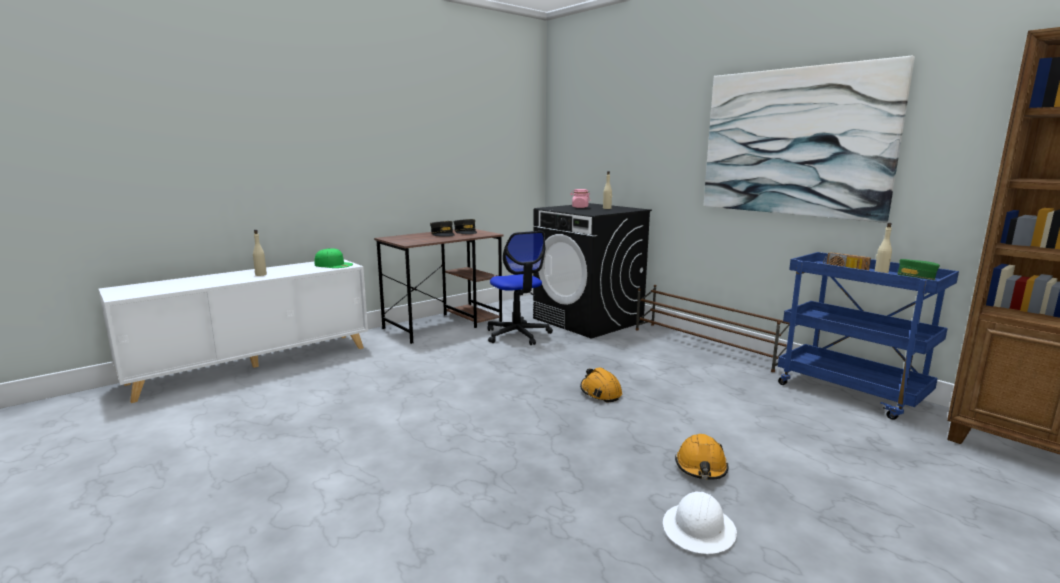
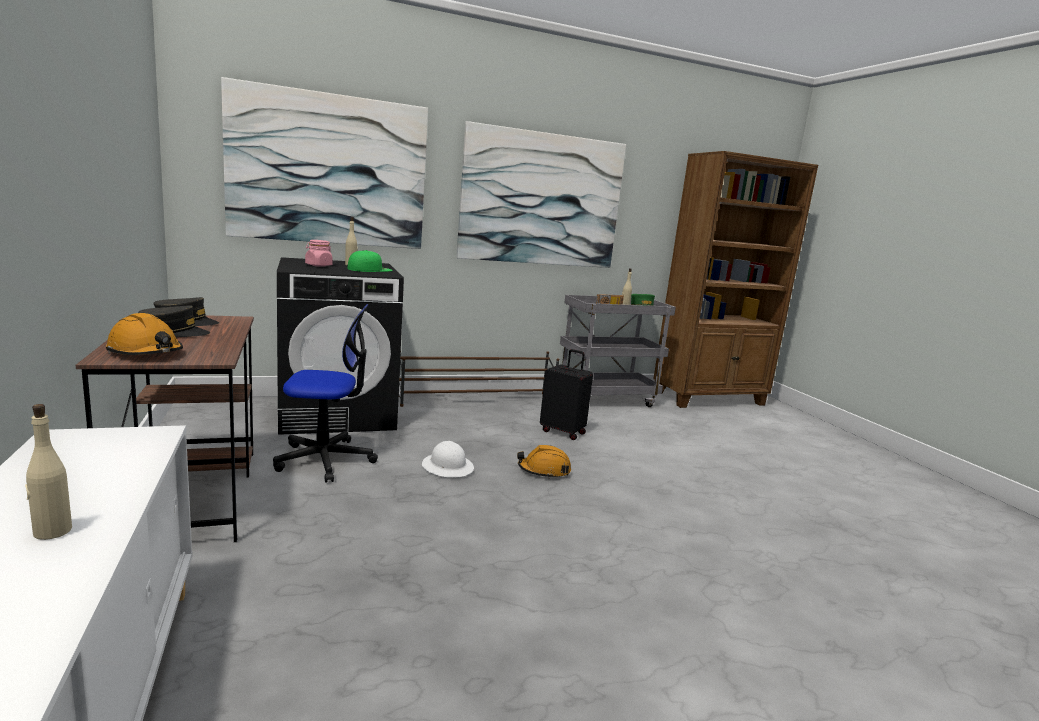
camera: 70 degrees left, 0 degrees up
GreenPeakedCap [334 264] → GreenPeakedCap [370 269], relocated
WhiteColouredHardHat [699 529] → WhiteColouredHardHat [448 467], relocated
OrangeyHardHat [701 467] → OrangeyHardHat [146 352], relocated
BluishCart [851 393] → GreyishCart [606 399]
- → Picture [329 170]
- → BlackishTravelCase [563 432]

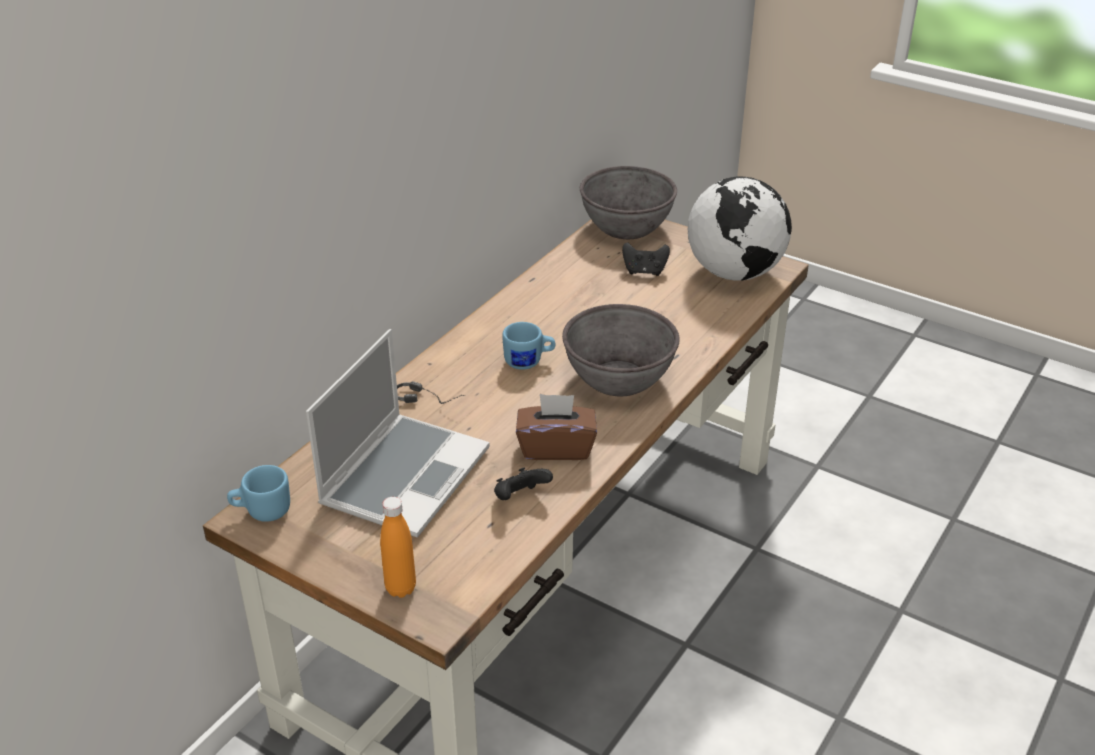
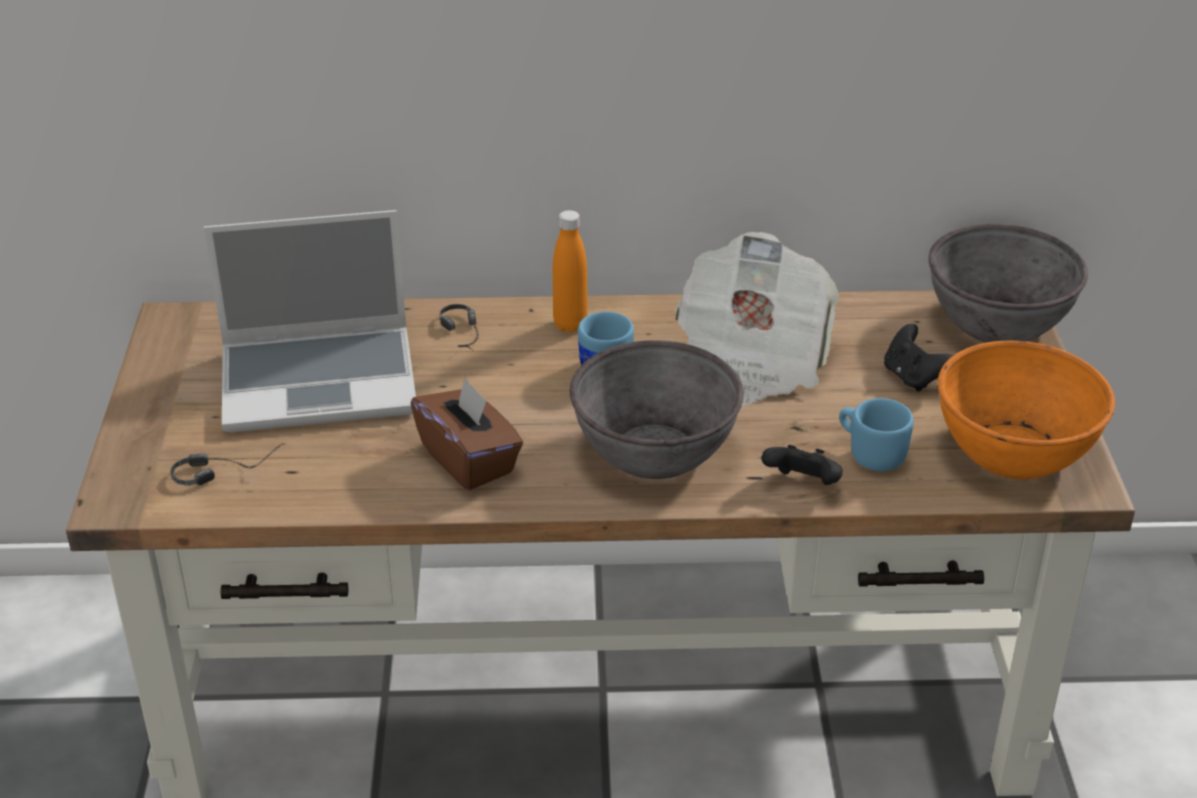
camera: 55 degrees right, 0 degrees up
BluishMug [262 511] → BluishMug [870 454], relocated
OrangeyBeverageBottle [400 588] → OrangeyBeverageBottle [570 325], relocated
BlackishGameController [520 498] → BlackishGameController [803 485], relocated
Globe [734 272] → OrangeyBowl [1014 451]
- → Headphones [229 468]
- → PrintedPaper [753 358]

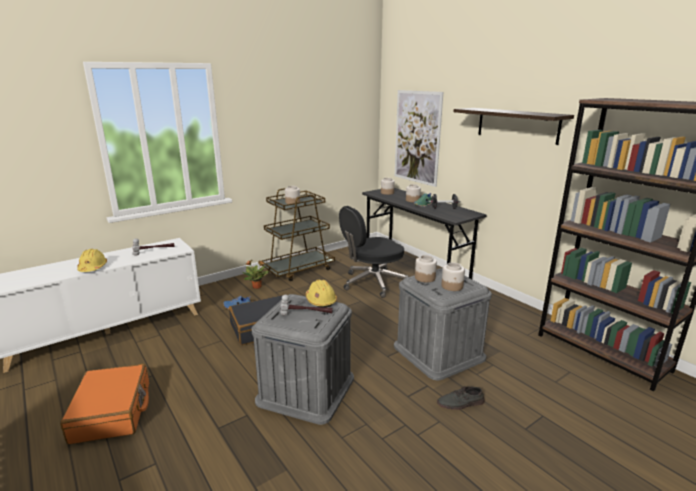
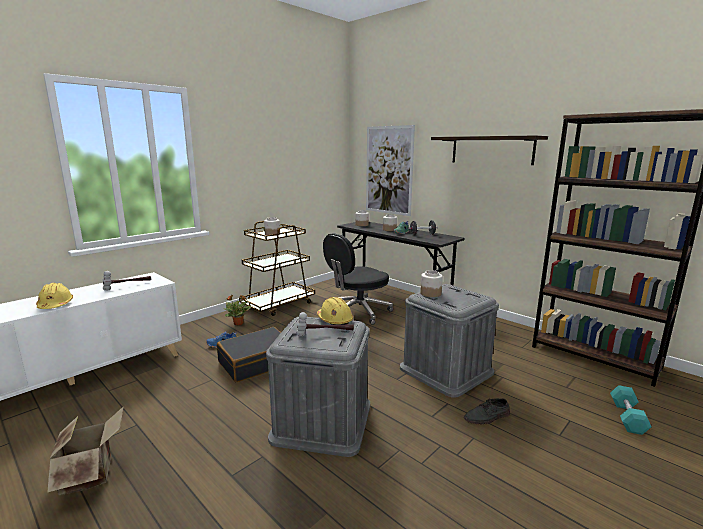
camera: 10 degrees left, 5 degrees down
OrangeyTravelCase [112 412] → CardboardBox [92 473]
Jar [452 286] → -
- → BlueGreenHandWeight [627 417]

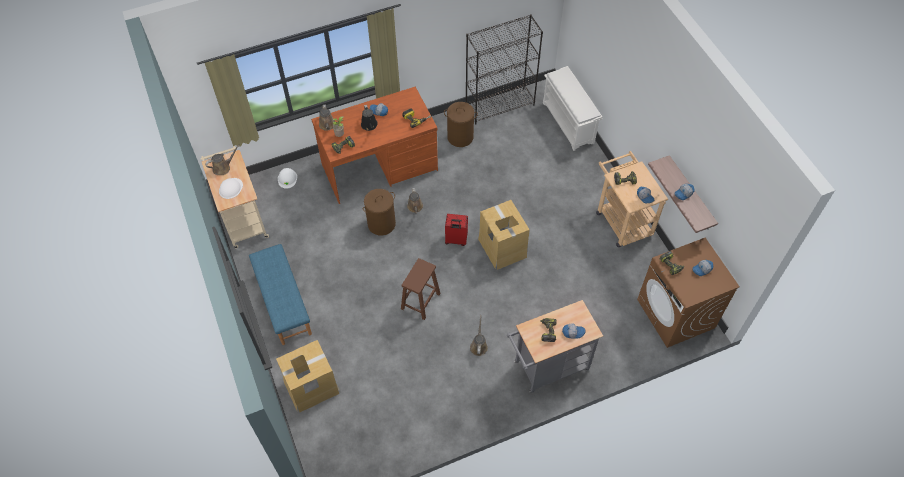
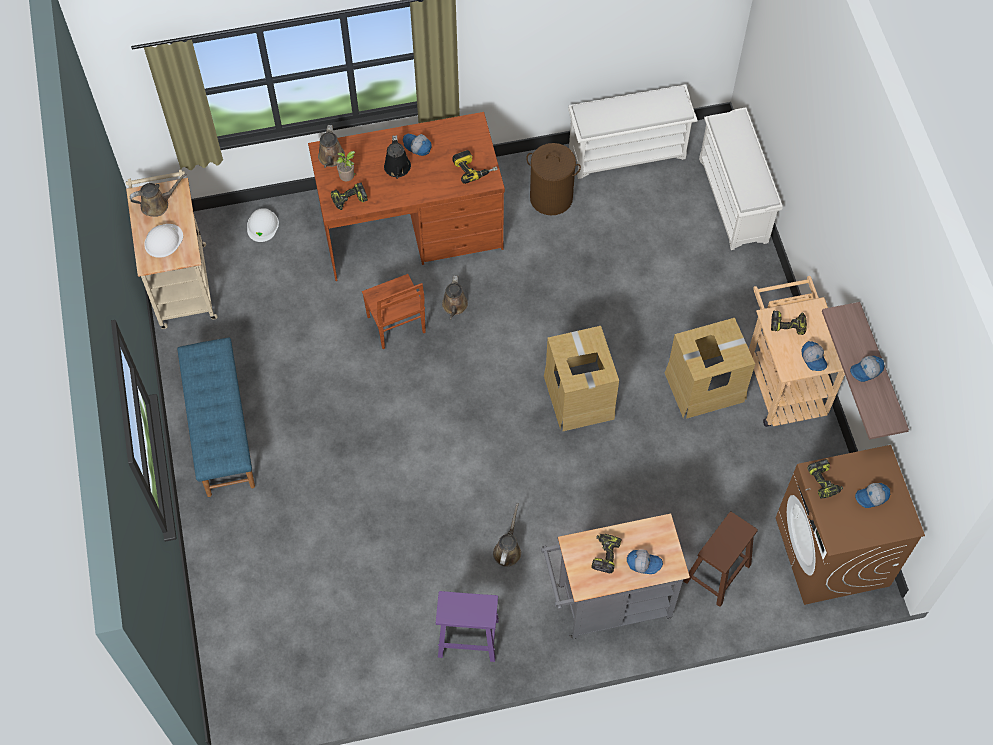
camera: 10 degrees right, 5 degrees up
CardboardBox [311 386] → CardboardBox [704 386], relocated
BrownColouredHamper [381 224] → BrownColouredChair [395 326]
BrownColouredStoolSeat [420 301] → BrownColouredStoolSeat [716 574], relocated
ReddishTravelCase [456 240] → -
BlackishBookcase [500 105] → WhiteColouredShoeStand [628 152]
- → PurpleStoolSeat [467 638]

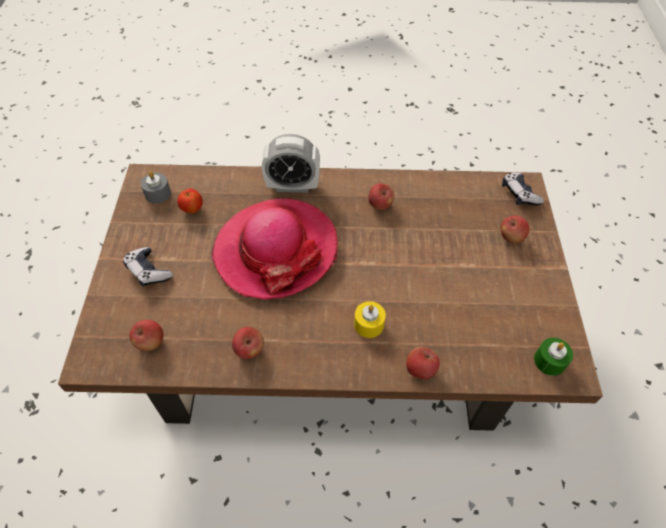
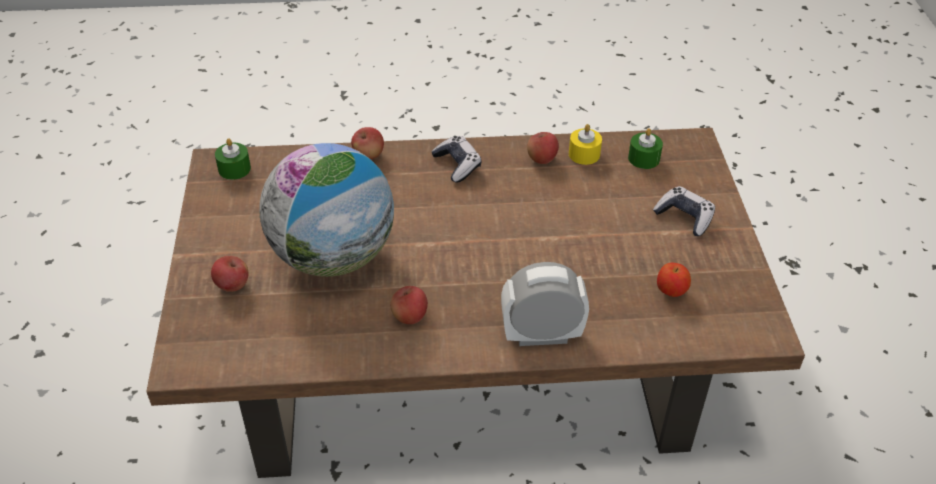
camera: 175 degrees right, 10 degrees down
WholeApple [150 342] → GreenCandle [643 158]
GreyishCandle [158 193] → -
ClothingHat [276 250] → -
YellowCandle [368 324] → YellowCandle [584 154], relocated
GameController [519 194] → GameController [457 165], relocated
- → Globe [333 257]

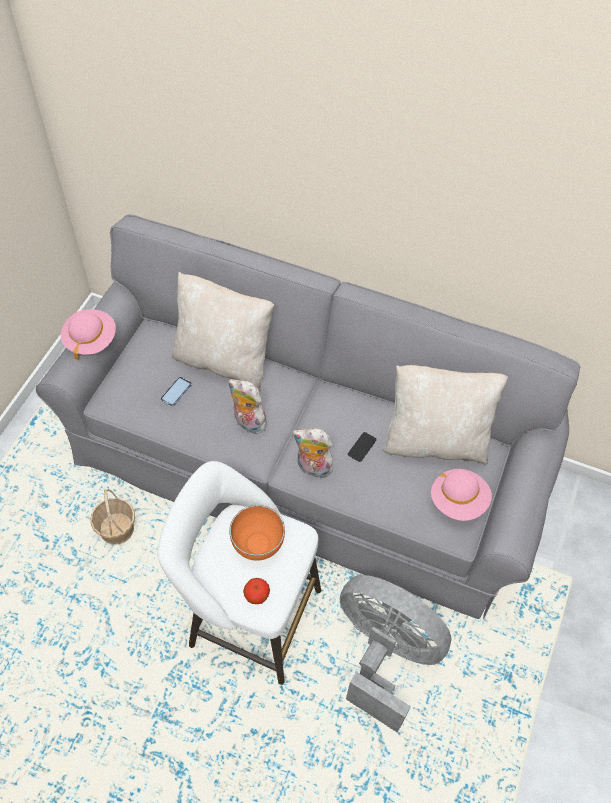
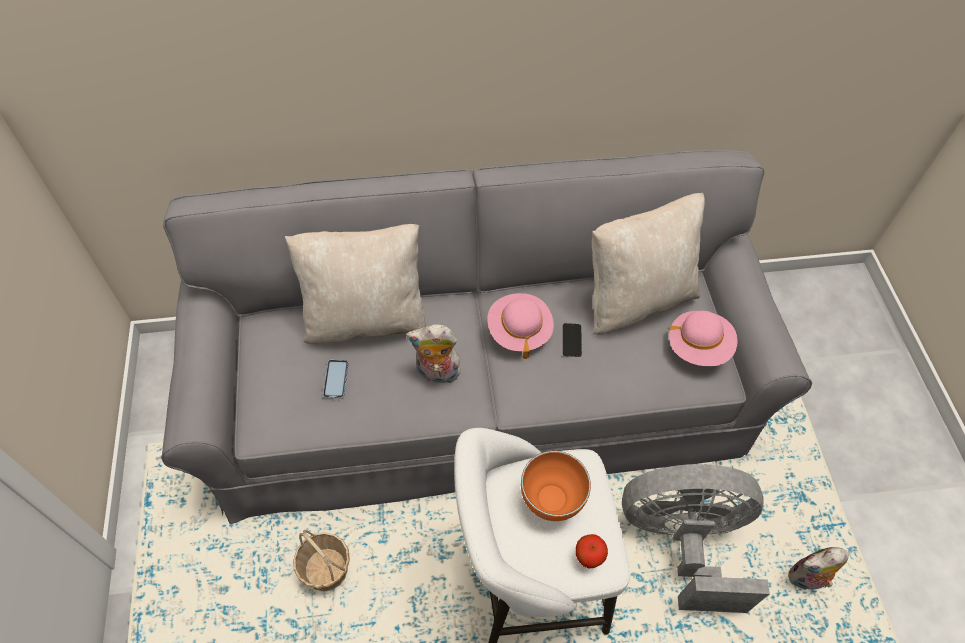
camera: 30 degrees left, 0 degrees up
PinkClothingHat [90 340] → PinkClothingHat [519 331], relocated
SoftToy [312 468] → SoftToy [806 579], relocated

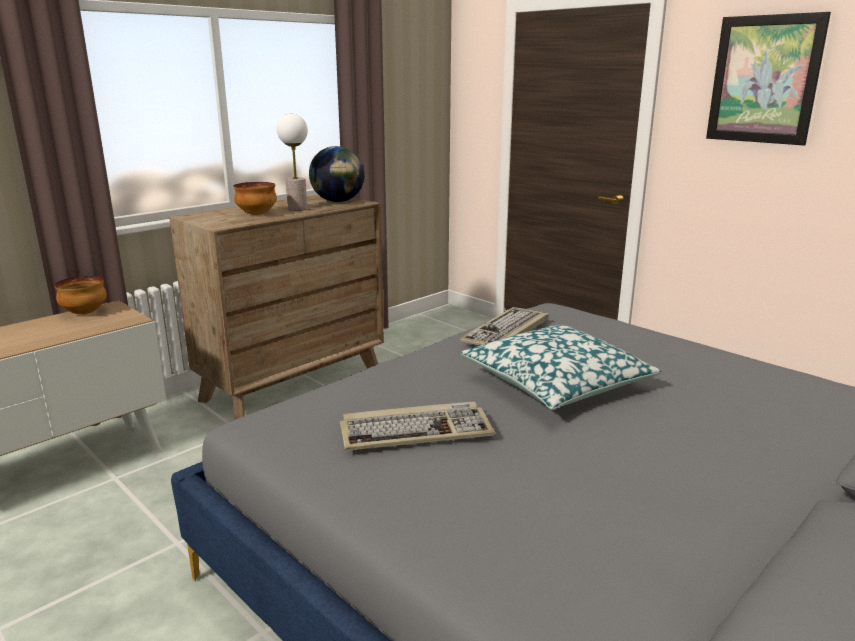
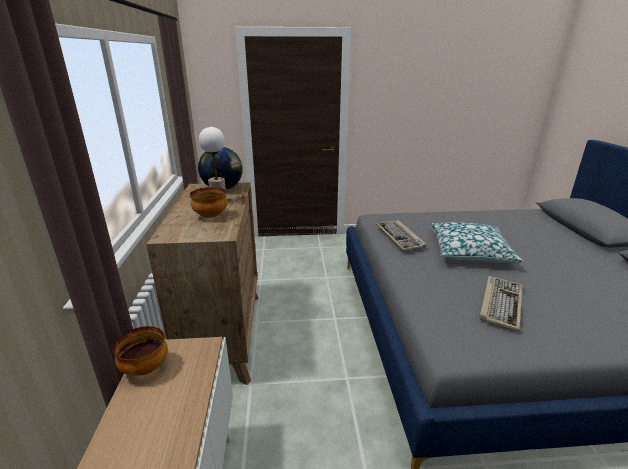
camera: 50 degrees left, 5 degrees up
Picture [764 80] → -

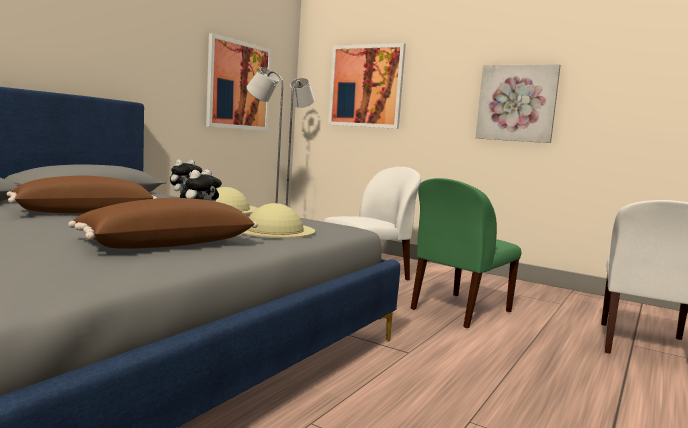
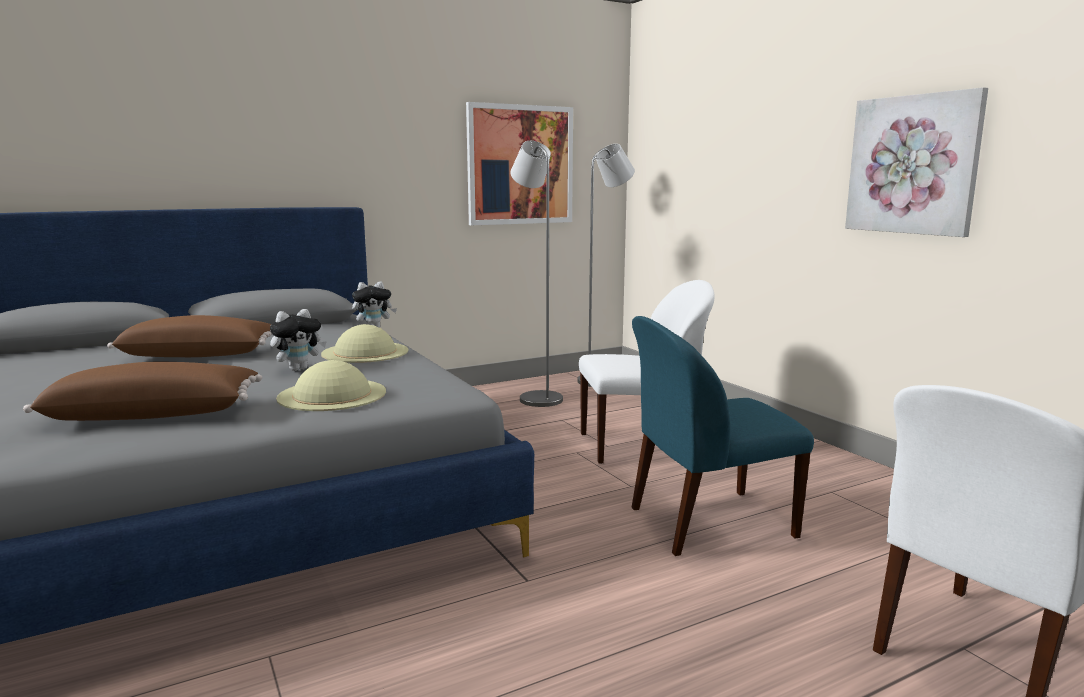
camera: 30 degrees right, 5 degrees up
Picture [366 86] → -
GreenChair [459 311] → BluishChair [707 523]

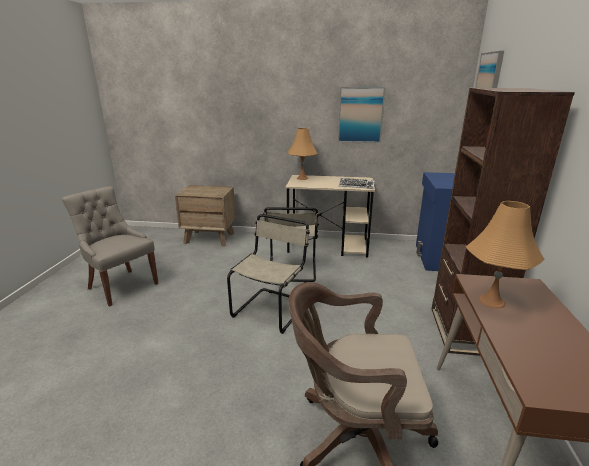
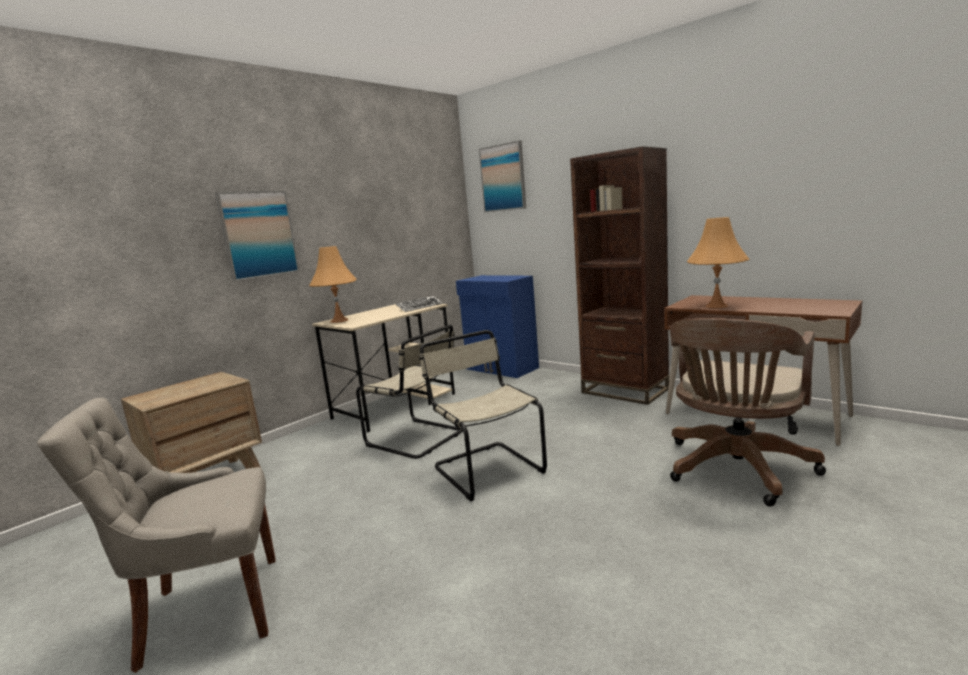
camera: 55 degrees left, 10 degrees down
Picture [360 115] → Picture [258 234], relocated

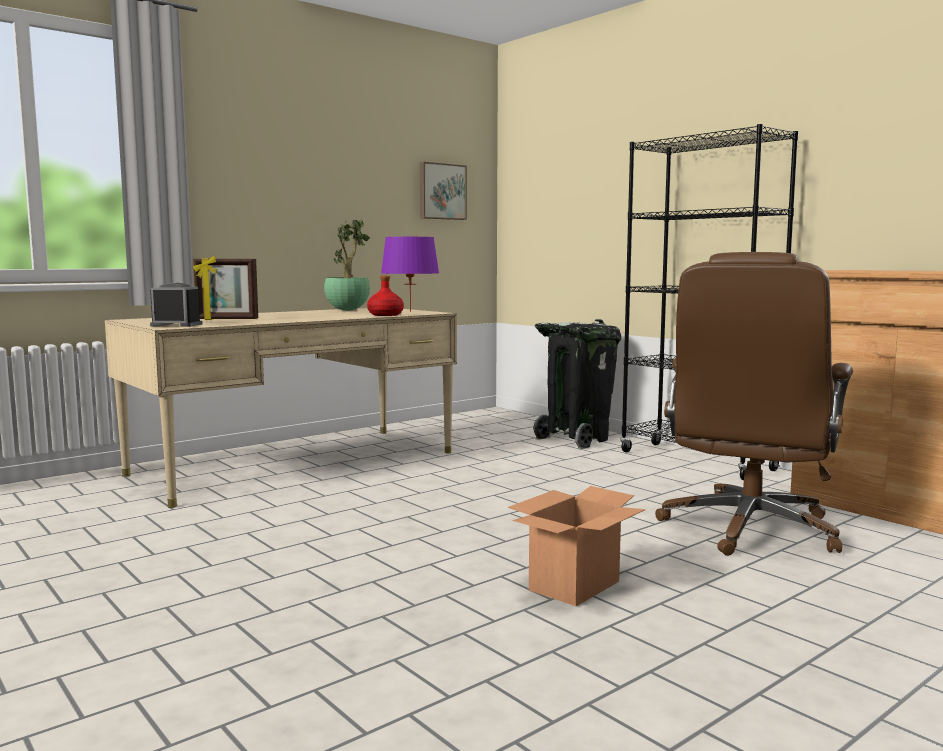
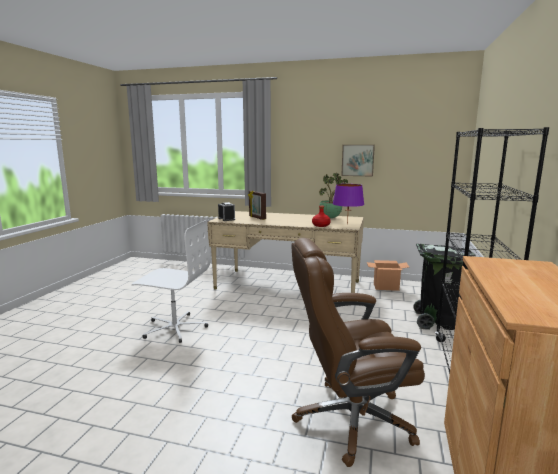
camera: 55 degrees right, 5 degrees up
Picture [441 191] → Picture [357 160], relocated
CardboardBox [574 586] → CardboardBox [385 287], relocated
- → WhiteColouredOfficeChair [175 328]

